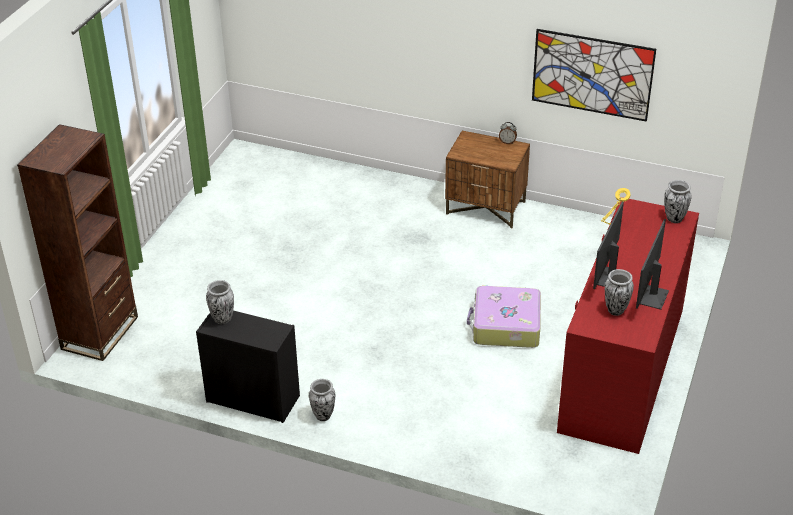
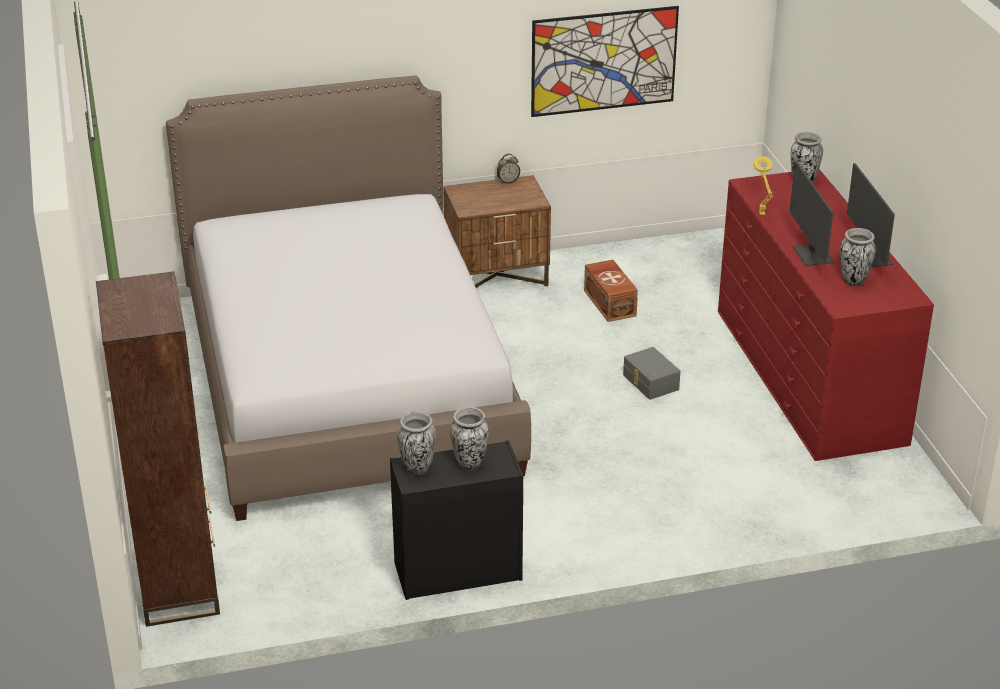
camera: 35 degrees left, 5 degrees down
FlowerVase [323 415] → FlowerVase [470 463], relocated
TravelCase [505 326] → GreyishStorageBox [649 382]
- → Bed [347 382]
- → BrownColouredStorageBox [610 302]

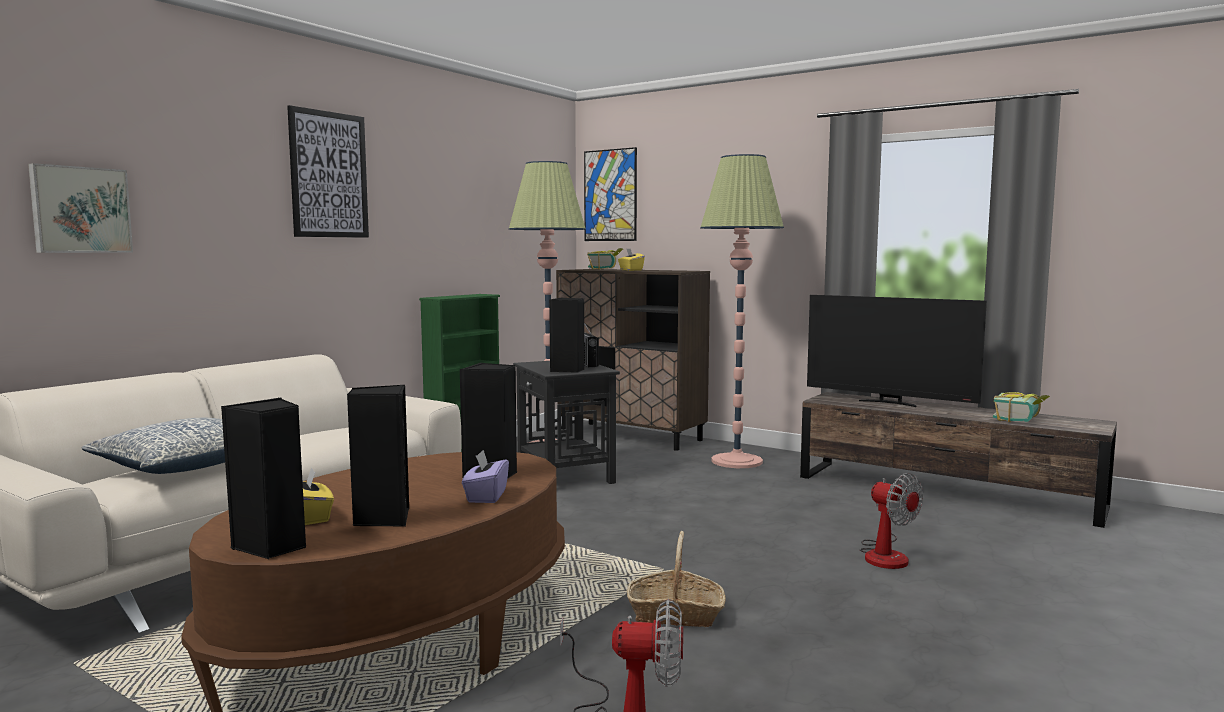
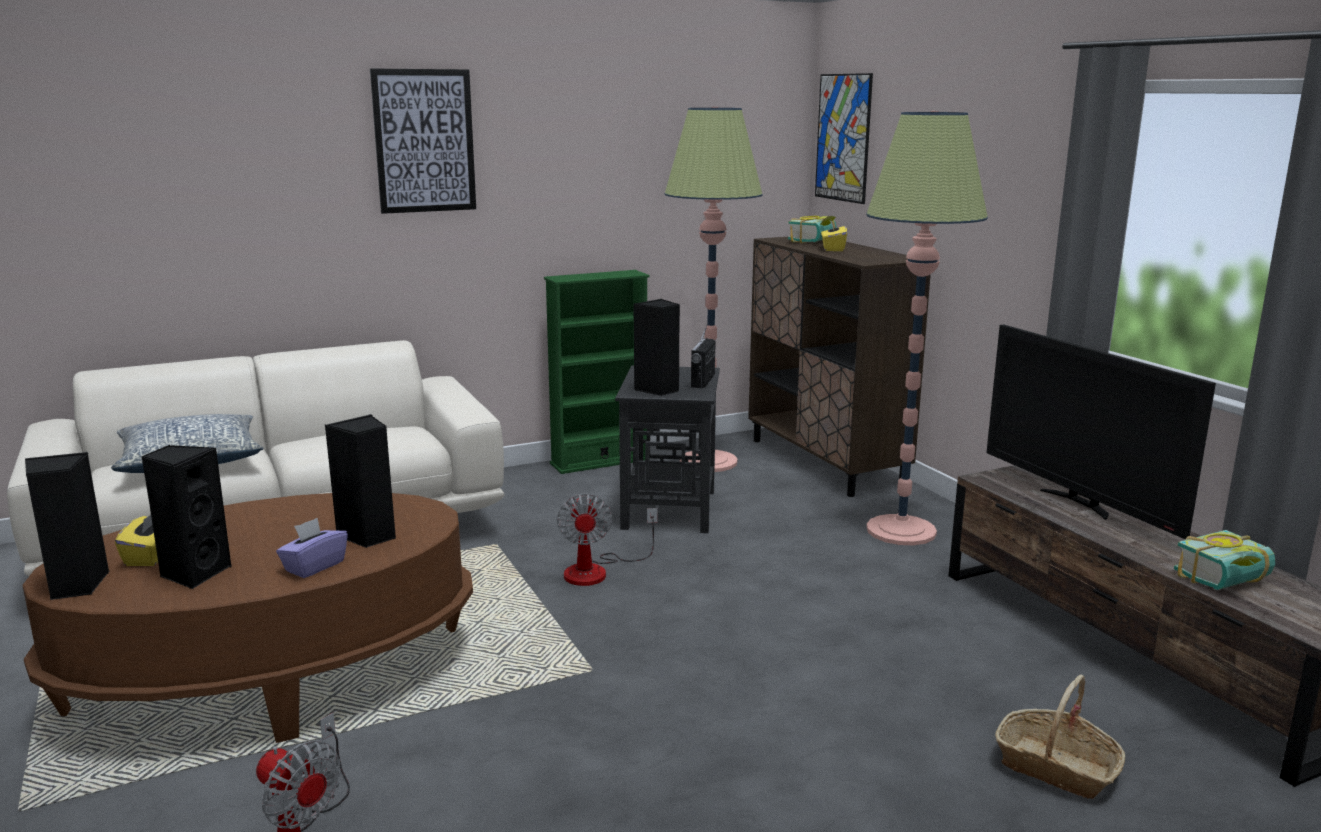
camera: 30 degrees right, 10 degrees up
Picture [80 210] → -
Basket [675 614] → Basket [1056 767], relocated
Fan [885 554] → Fan [597 570], relocated

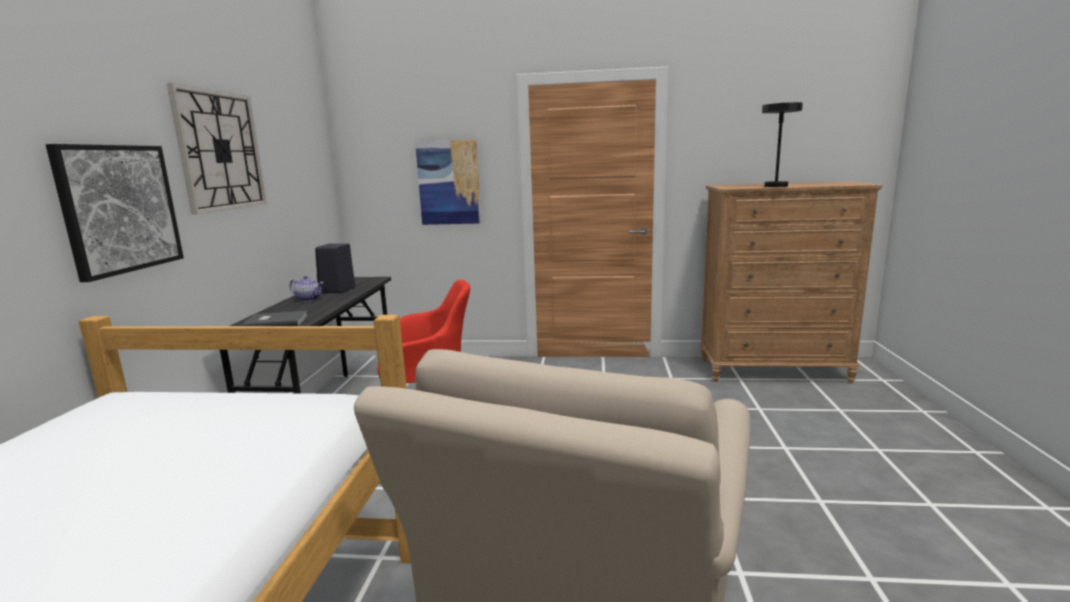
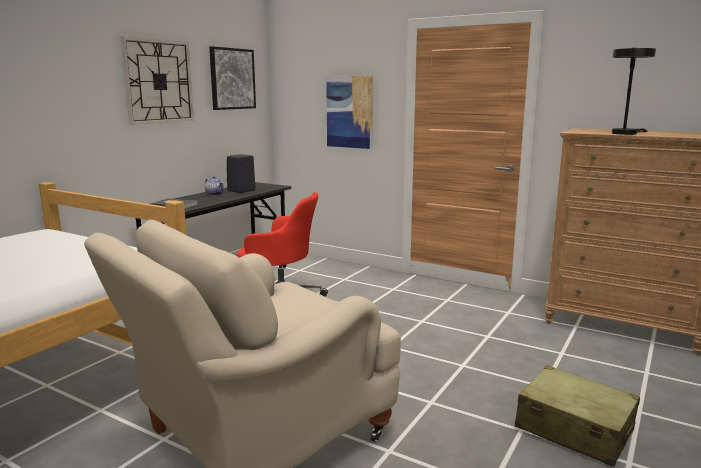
camera: 25 degrees right, 0 degrees up
Picture [119 209] → Picture [232 79], relocated
- → BeigeColouredTravelCase [574 429]

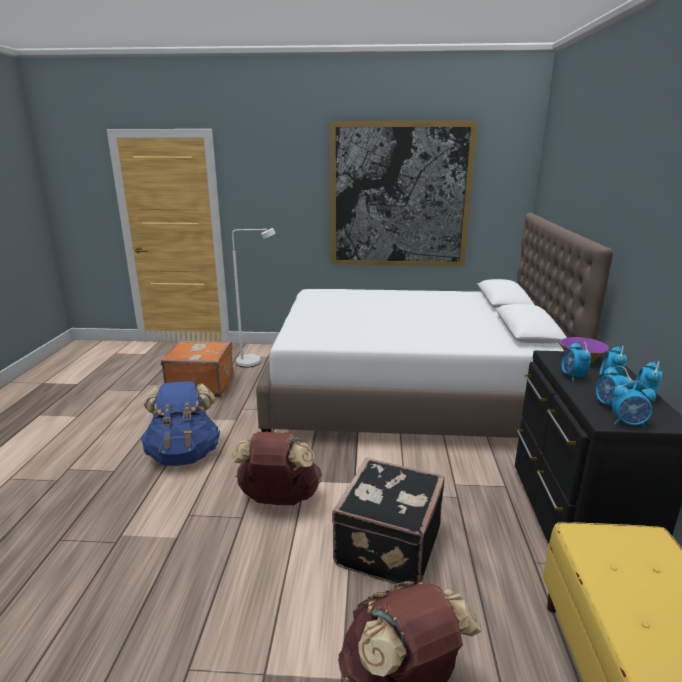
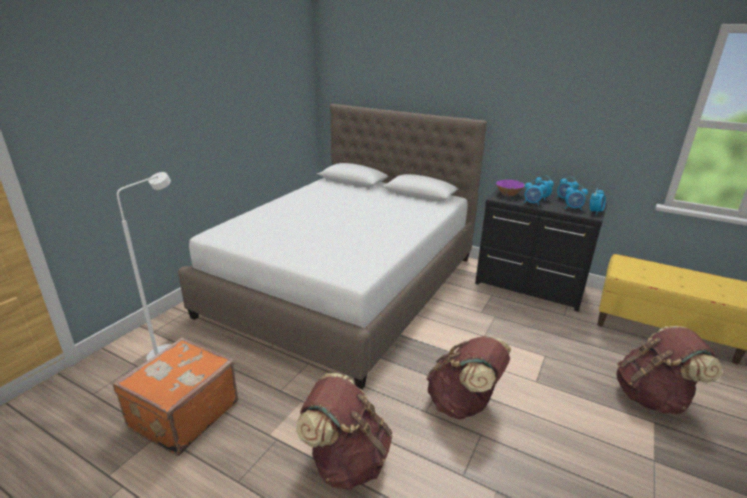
camera: 65 degrees left, 5 degrees up
BluishBackpack [184 454] → BrownColouredBackpack [346 460]
Picture [399 196] → -
BlackishTravelCase [386 545] → -

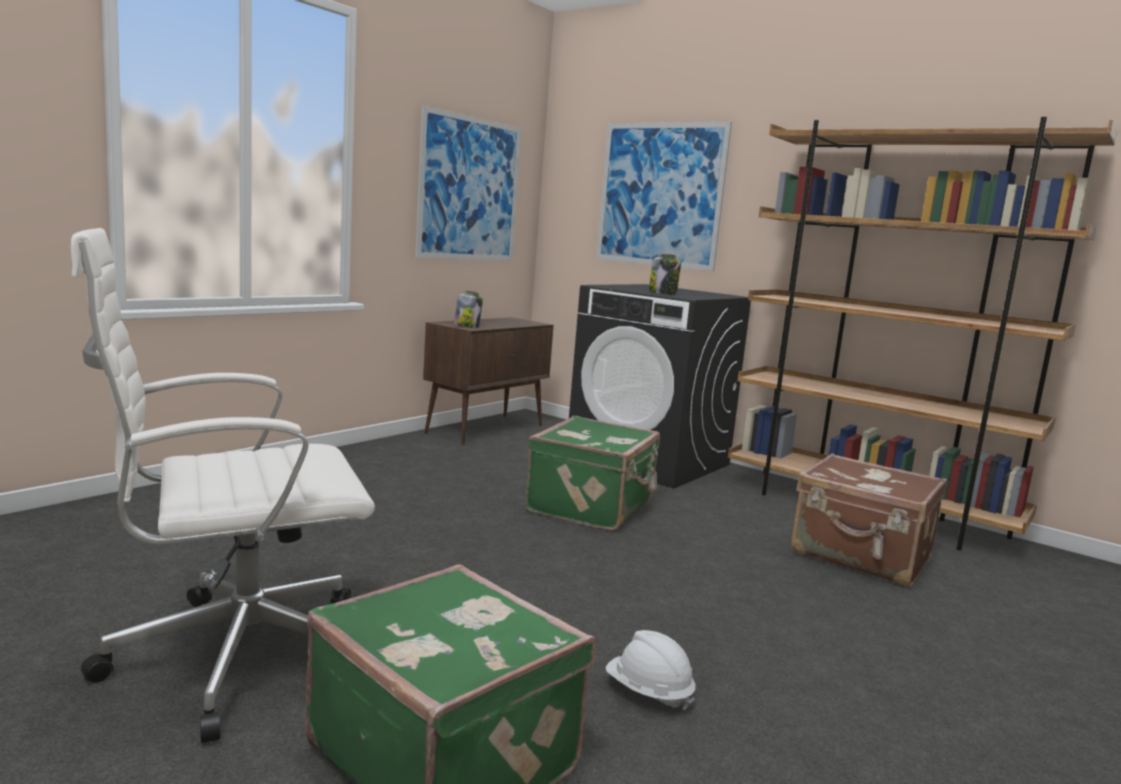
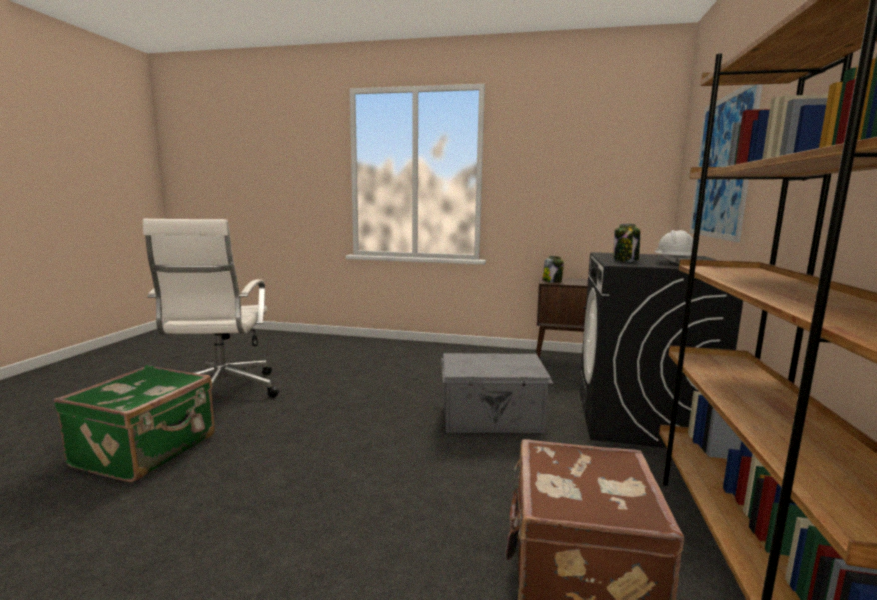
camera: 65 degrees right, 0 degrees up
WhiteColouredOfficeChair [235 656] → WhiteColouredOfficeChair [221 393], 135 degrees counterclockwise
Picture [470 189] → -
GreenTravelCase [593 507] → GreyishStorageBox [492 419]
WhiteColouredHardHat [648 693] → WhiteColouredHardHat [674 263], relocated

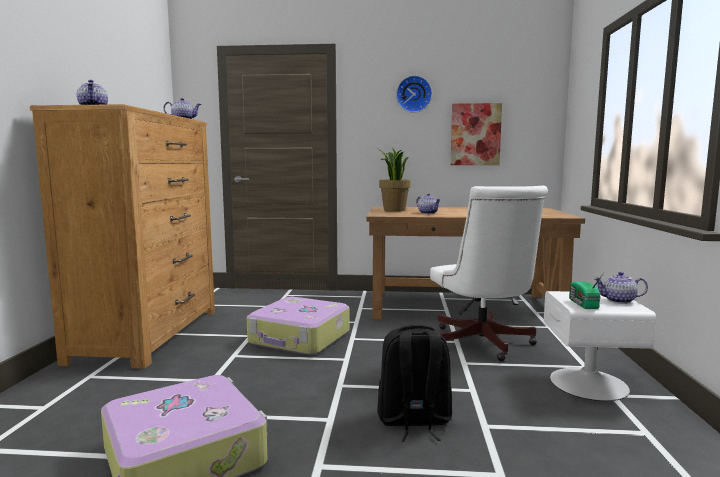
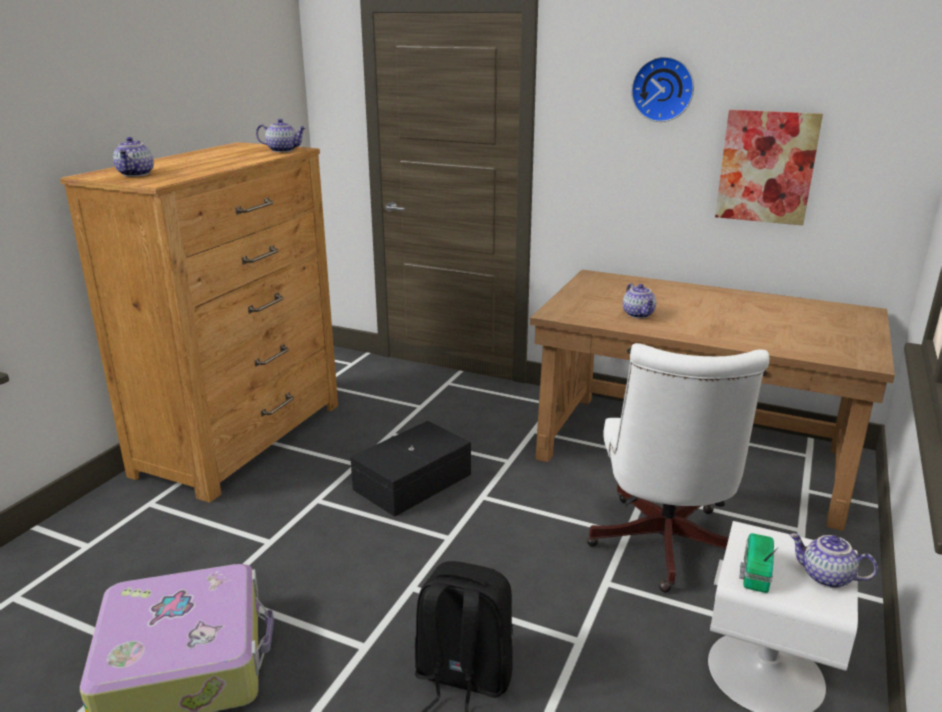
camera: 20 degrees right, 15 degrees up
TravelCase [300 338] → BlackishStorageBox [414 482]
PlantInAPot [393 210] → -

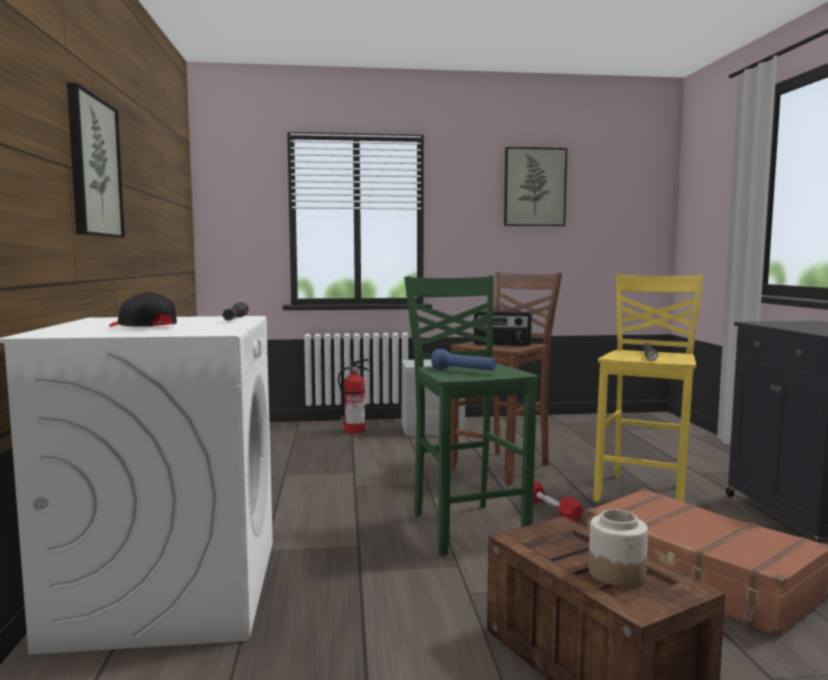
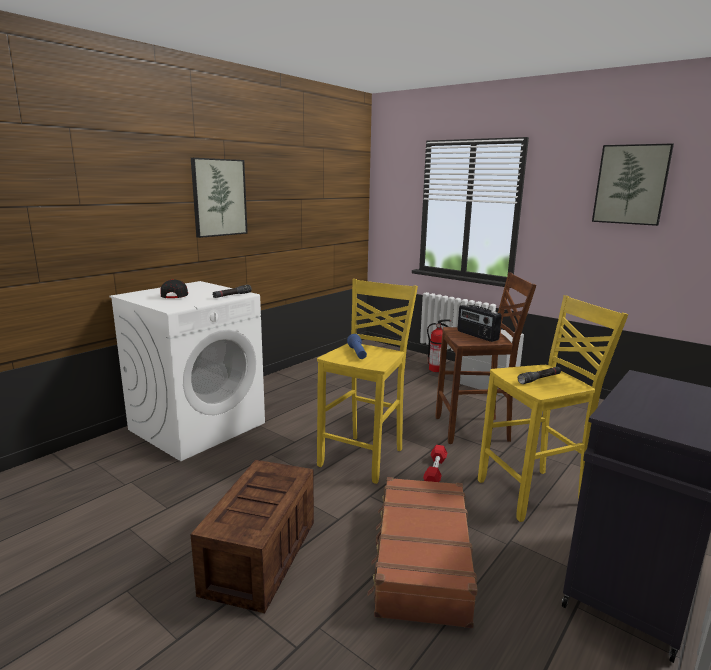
camera: 45 degrees right, 10 degrees up
GreenStoolSeat [467 526] → YellowStoolSeat [364 457]
Jar [617 573] → -

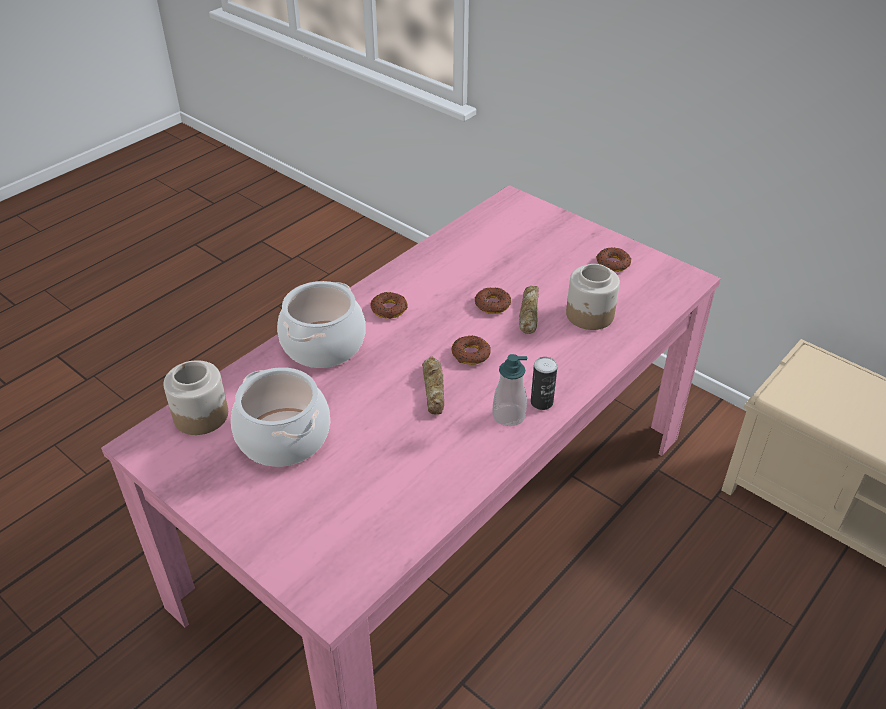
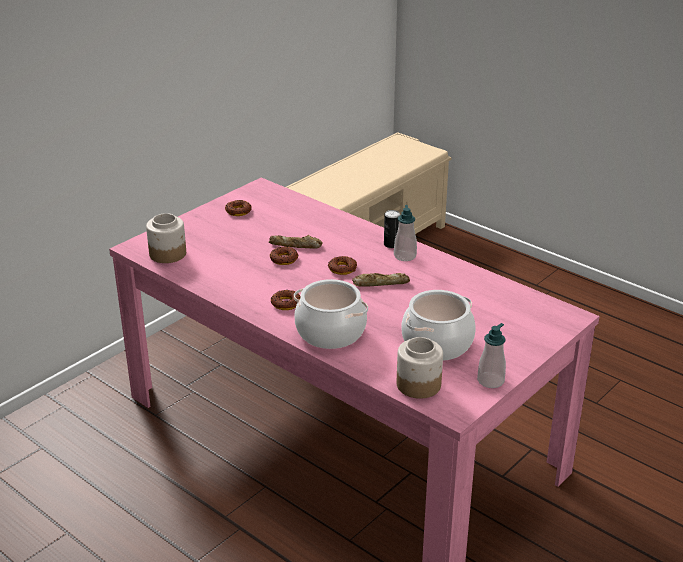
camera: 90 degrees left, 10 degrees down
Jar [590 315] → Jar [168 254], relocated
- → SoapDispenser [490 381]

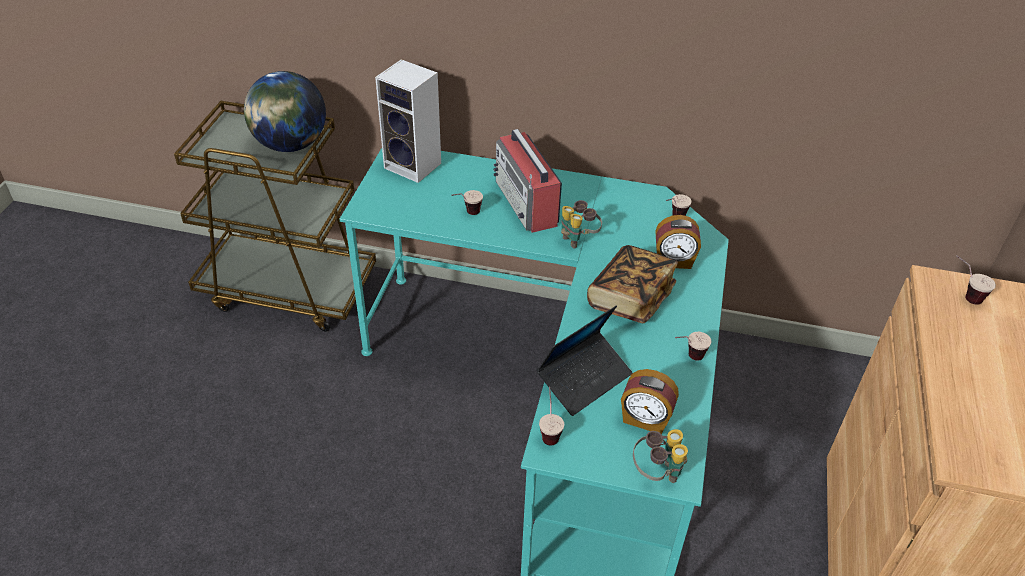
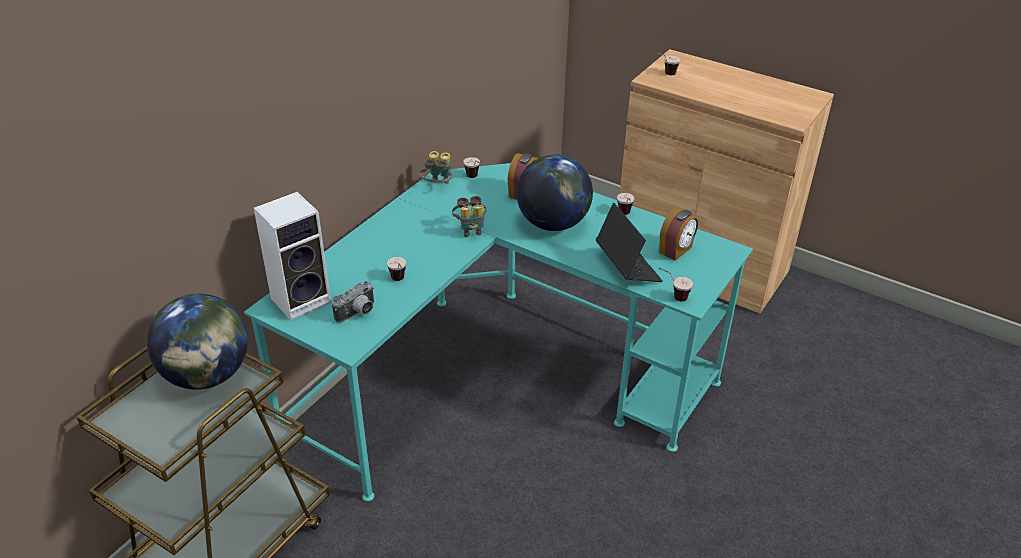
camera: 70 degrees left, 5 degrees down
RadioSet [526 203] → -
BoundBook [630 298] → Globe [553 223]
PairOfBinoculars [657 473] → PairOfBinoculars [438 186], relocated
- → StillCamera [358 314]

